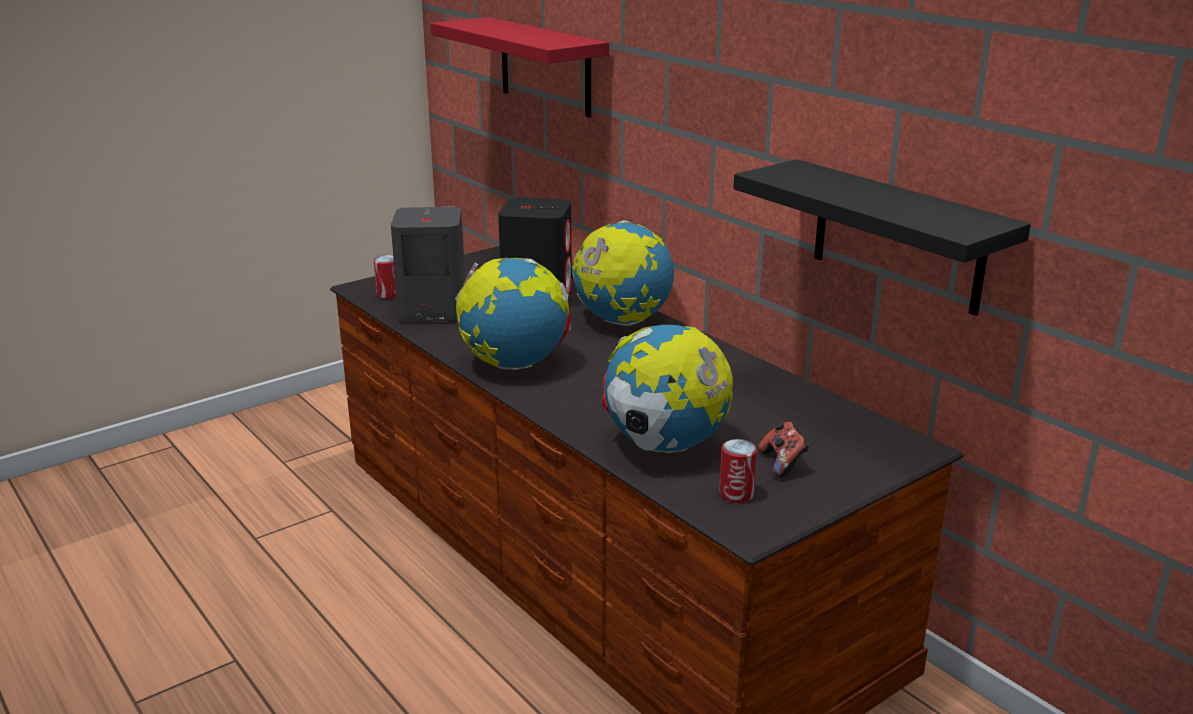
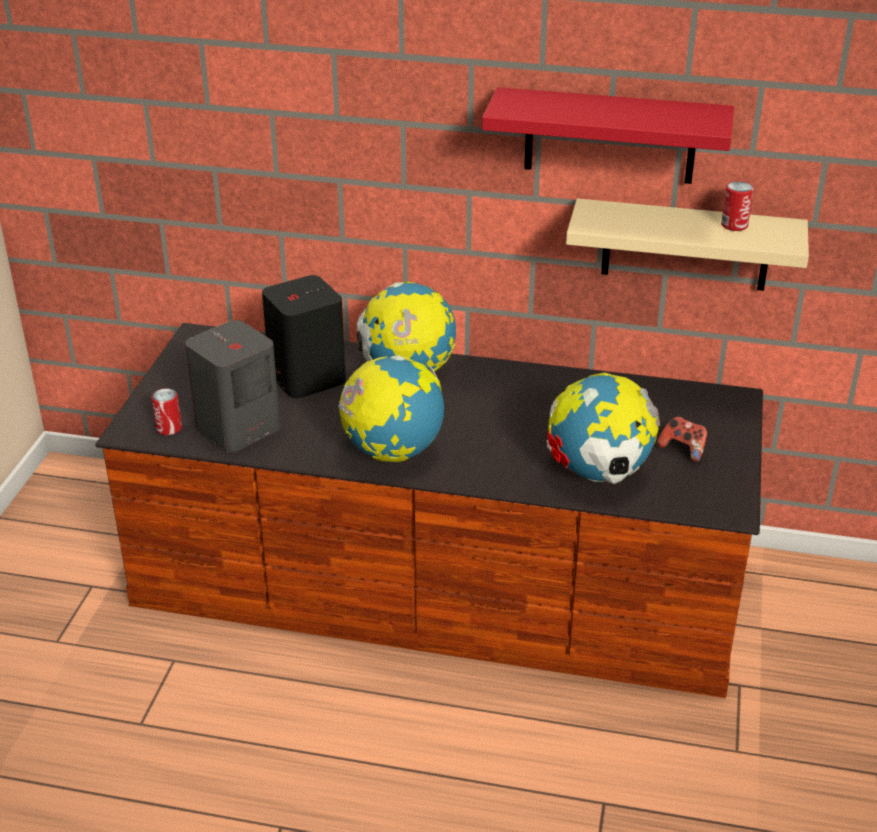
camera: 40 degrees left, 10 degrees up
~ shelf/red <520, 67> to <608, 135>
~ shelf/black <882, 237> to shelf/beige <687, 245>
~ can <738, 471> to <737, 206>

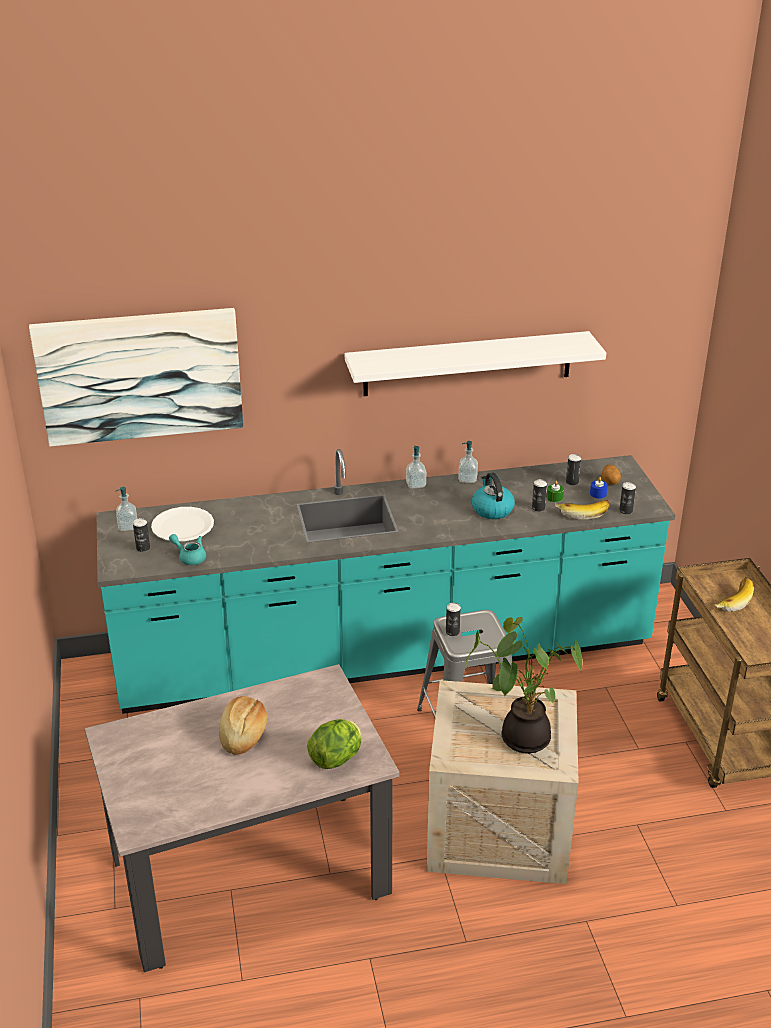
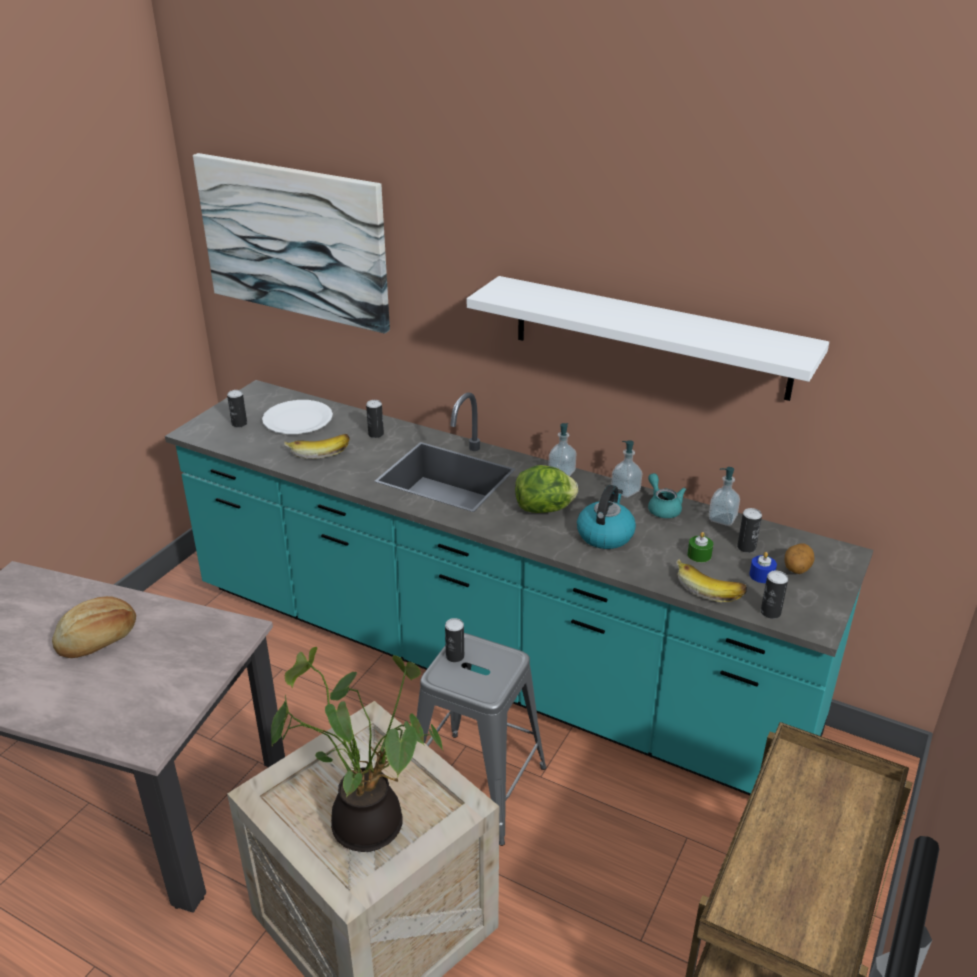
camera: 40 degrees right, 0 degrees up
~ can <539, 495> to <375, 419>
~ soap dispenser <126, 509> to <724, 496>
~ teapot/turquoise <187, 549> to <667, 495>
~ banana <734, 594> to <317, 446>
~ lettuce <334, 744> to <546, 489>

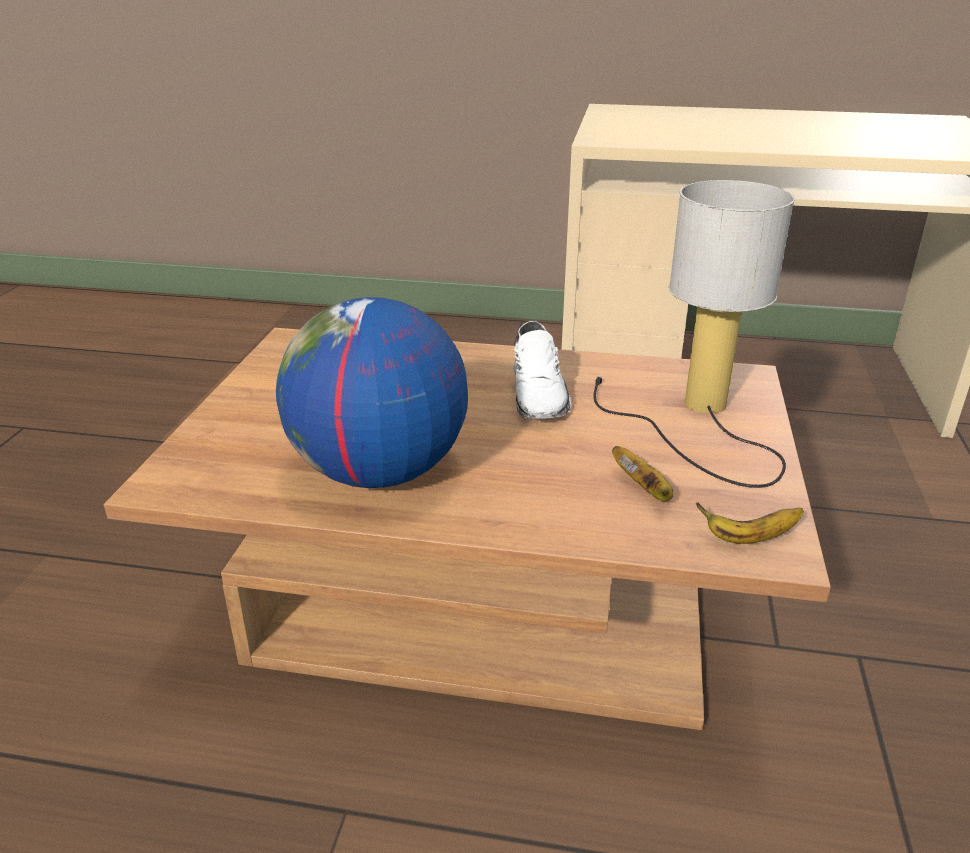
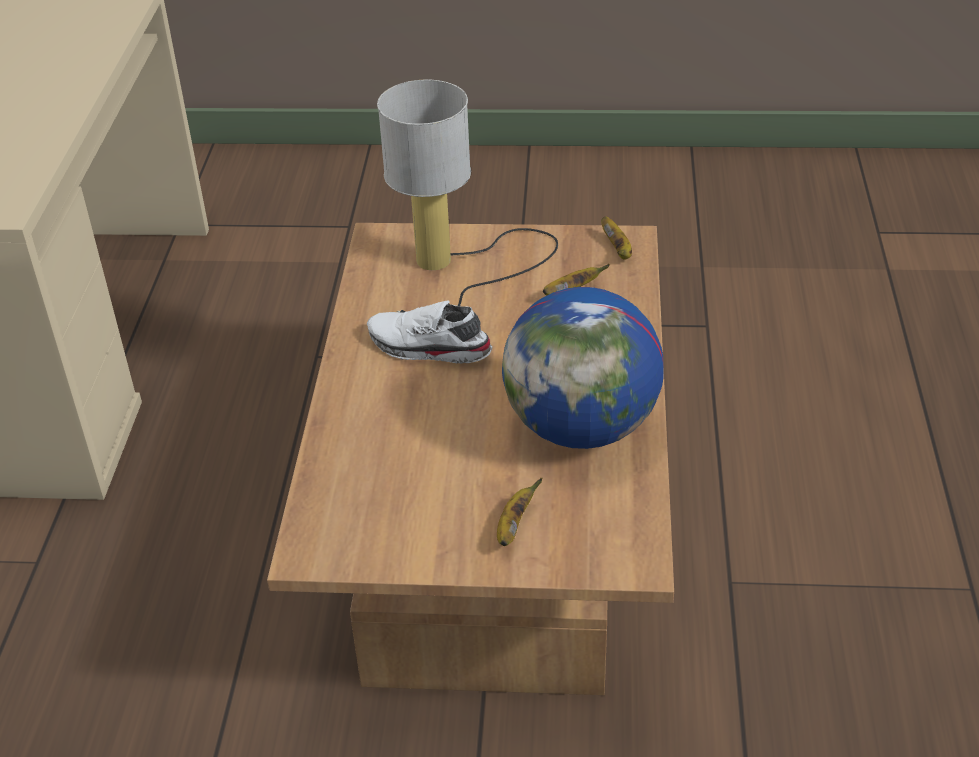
camera: 95 degrees left, 10 degrees up
~ shoe/white <543, 370> = <430, 332> 150 degrees counterclockwise
+ banana <519, 511>

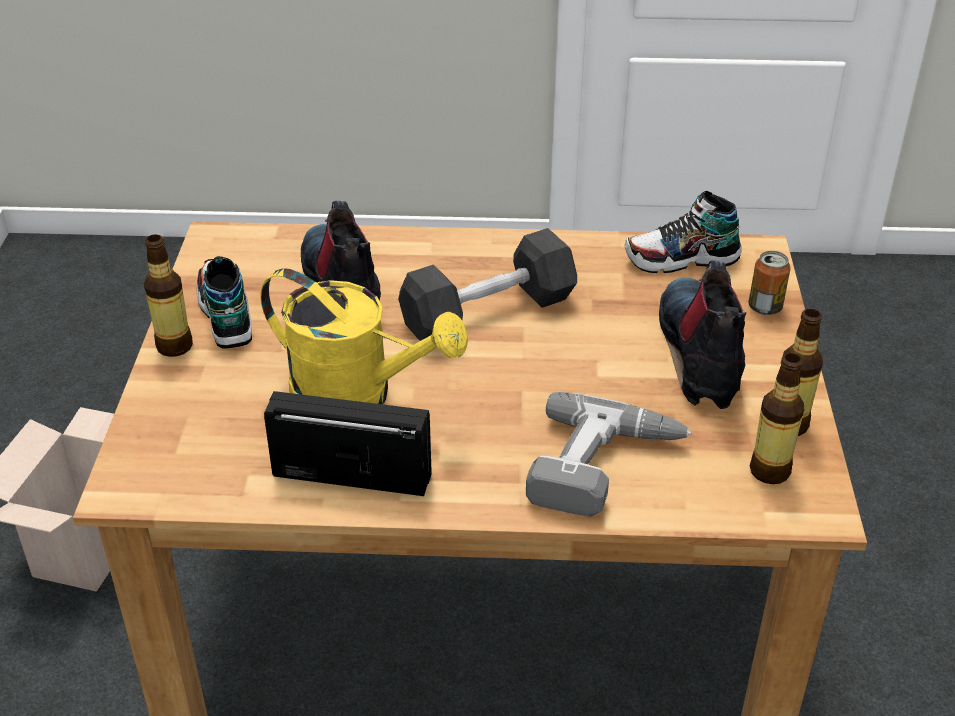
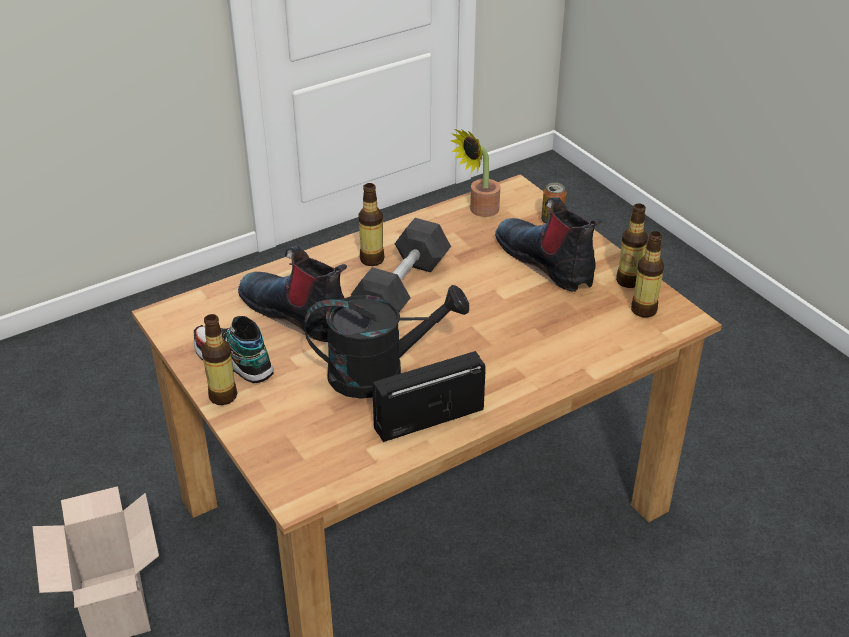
camera: 35 degrees left, 0 degrees up
~ shoe <683, 232> to potted plant <475, 173>
~ watering can/yellow <364, 336> to watering can/black <386, 342>
- power drill <609, 454>
+ bottle <371, 224>

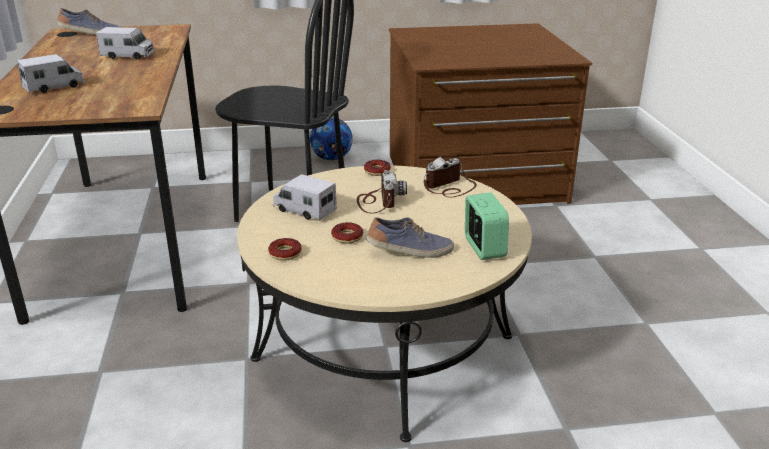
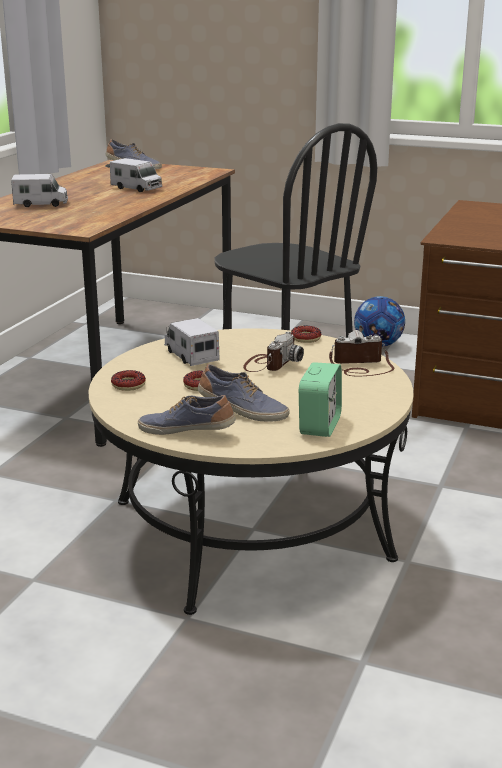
camera: 30 degrees right, 5 degrees down
+ shoe <187, 415>

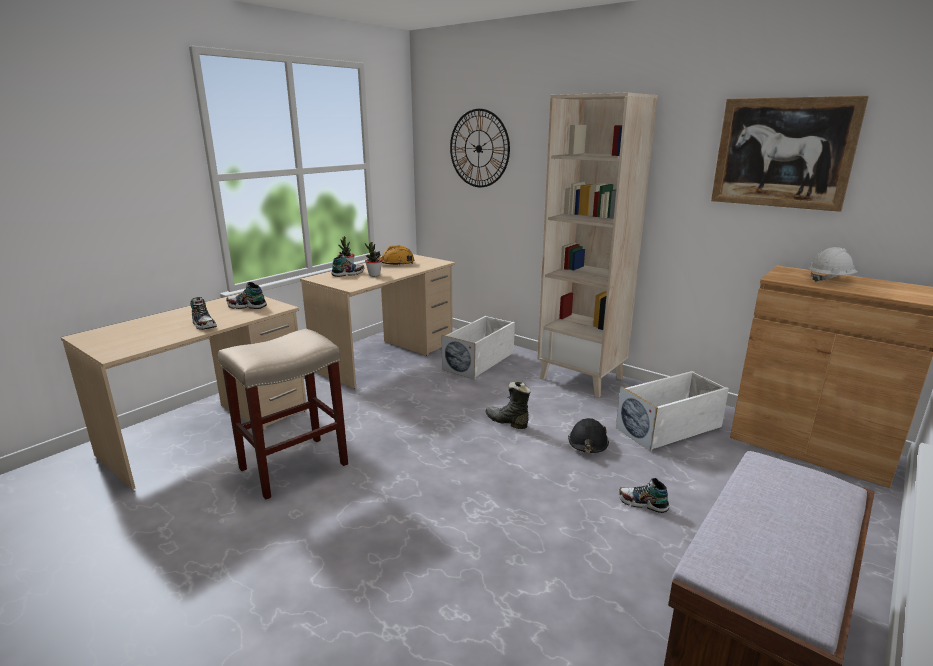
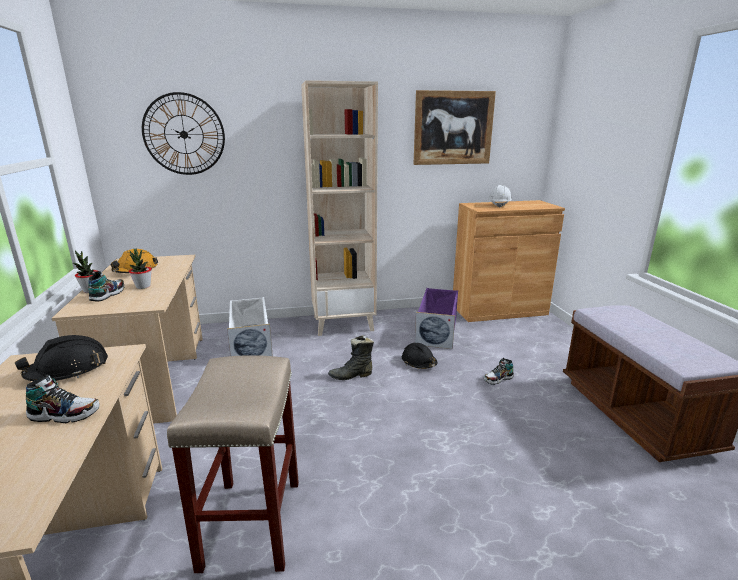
camera: 50 degrees left, 0 degrees up
~ shoe <246, 295> to hard hat/black <61, 358>
~ storage box/white <672, 411> to storage box/purple <436, 318>

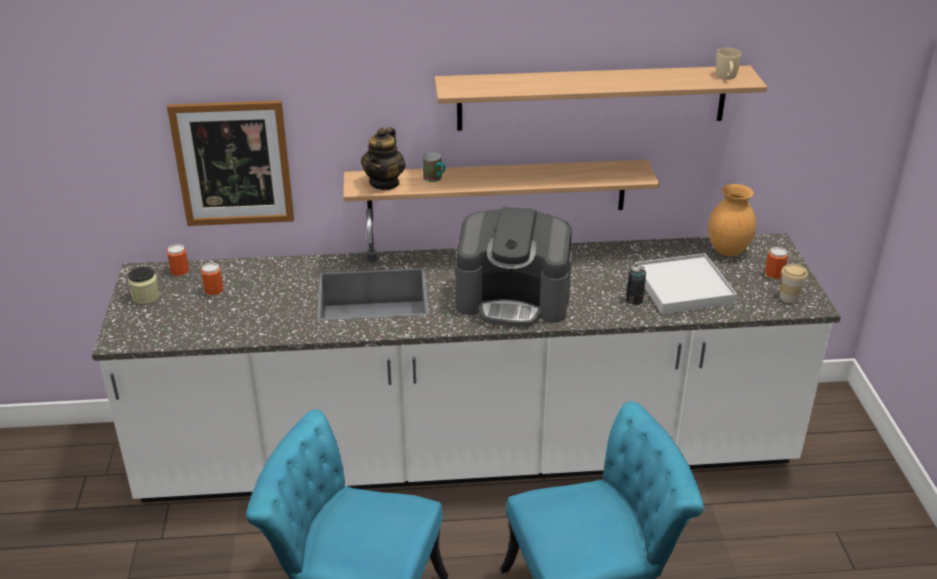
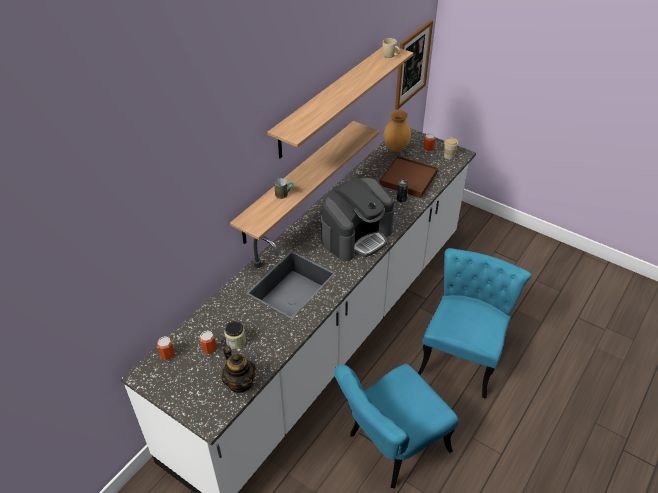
camera: 50 degrees left, 10 degrees up
~ picture <230, 163> to <414, 65>
~ teapot <383, 158> to <239, 369>
~ tray/white <686, 283> to tray/brown <408, 177>
~ jar <144, 285> to <235, 335>

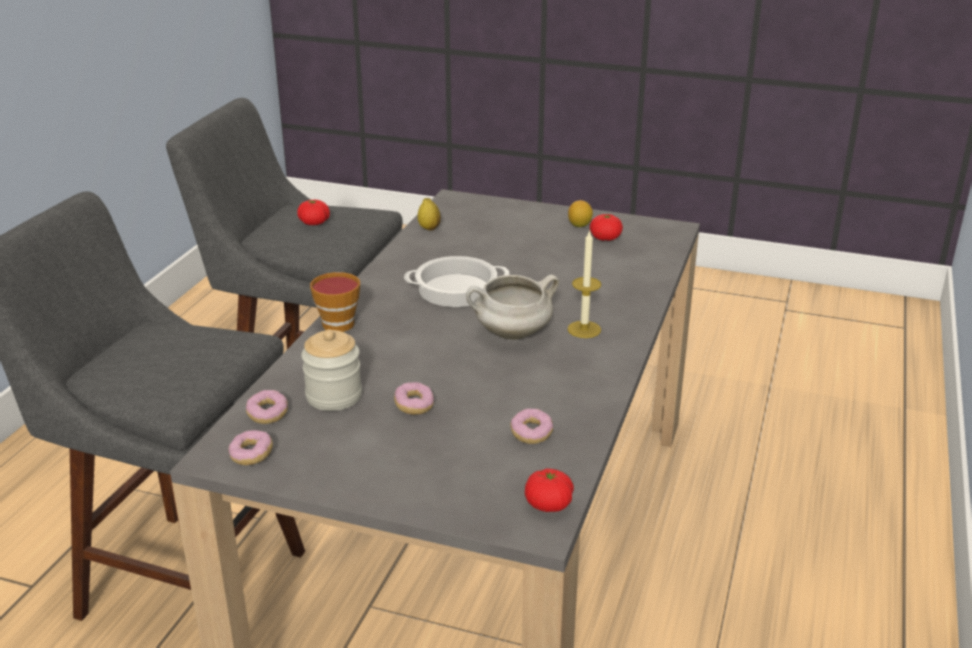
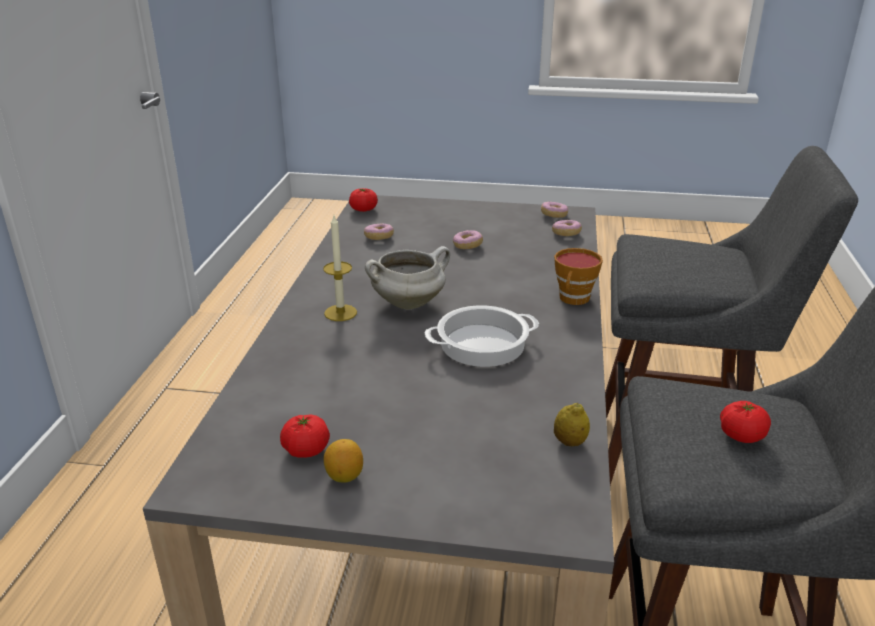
camera: 170 degrees right, 0 degrees up
- jar <331, 370>

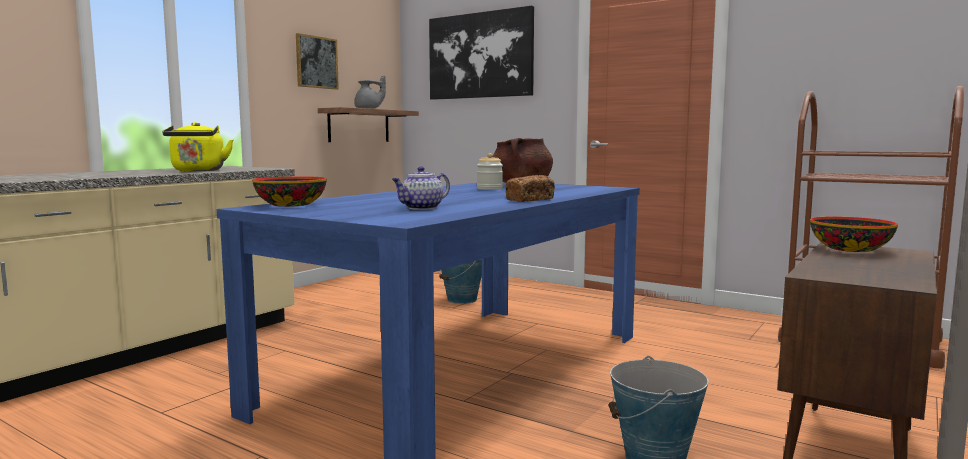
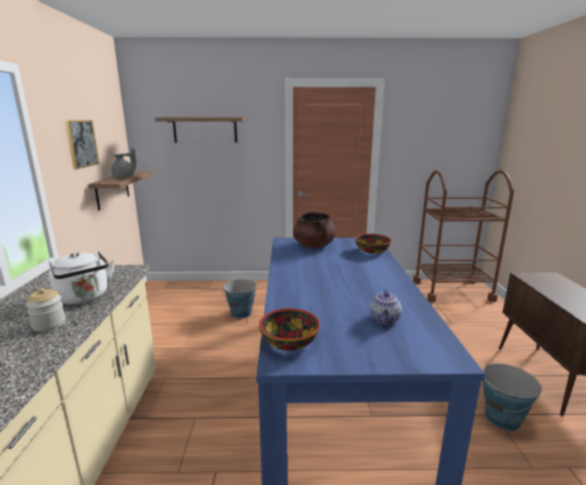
camera: 35 degrees left, 10 degrees up
~ picture <481, 53> to shelf <200, 130>
~ kettle/yellow <197, 146> to kettle/white <82, 278>
~ jar <490, 171> to <46, 310>
- bread <530, 188>
~ bowl <854, 234> to <373, 244>

